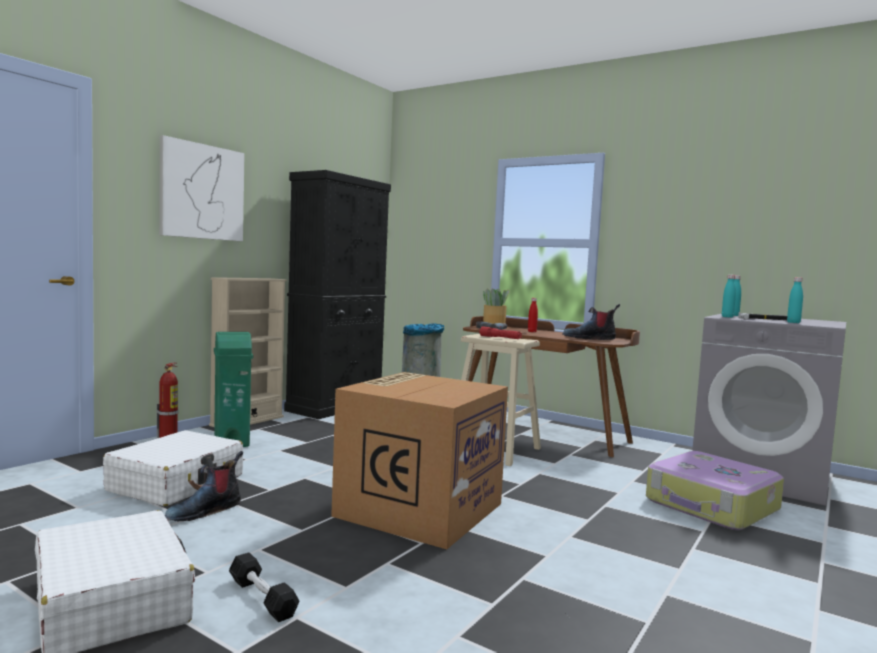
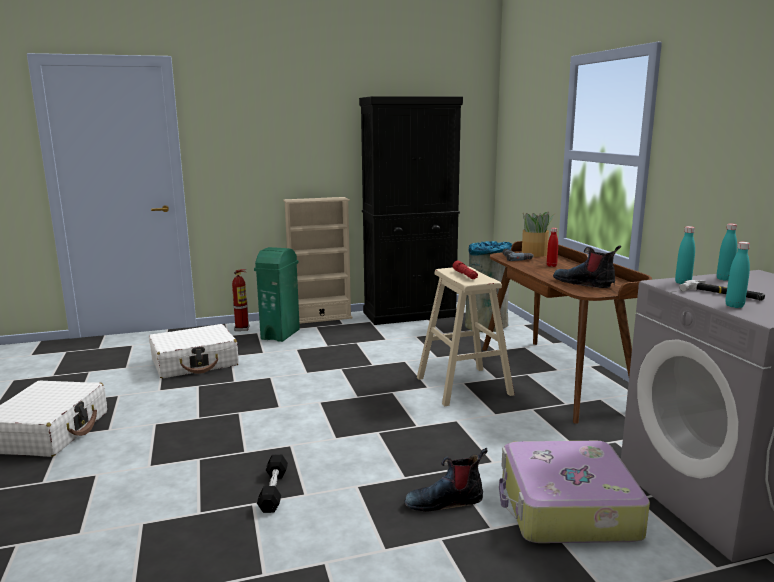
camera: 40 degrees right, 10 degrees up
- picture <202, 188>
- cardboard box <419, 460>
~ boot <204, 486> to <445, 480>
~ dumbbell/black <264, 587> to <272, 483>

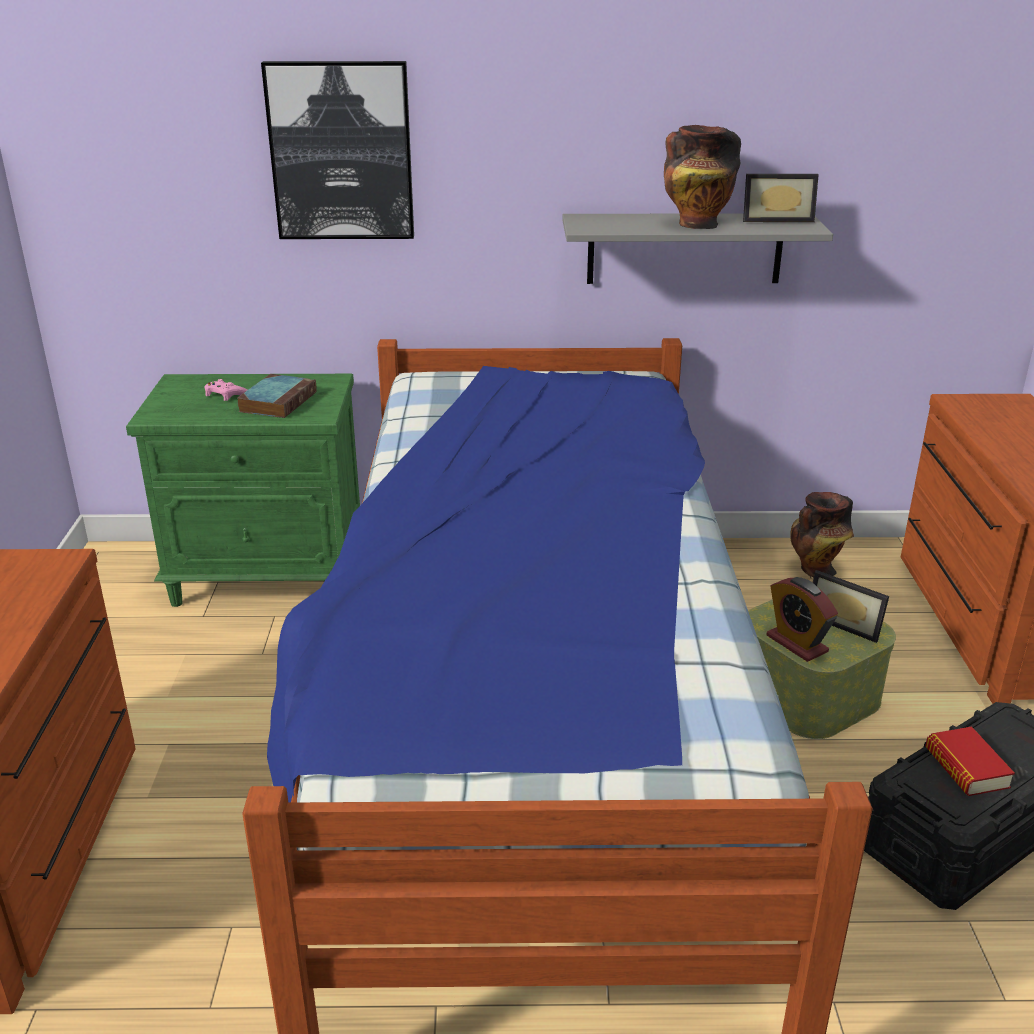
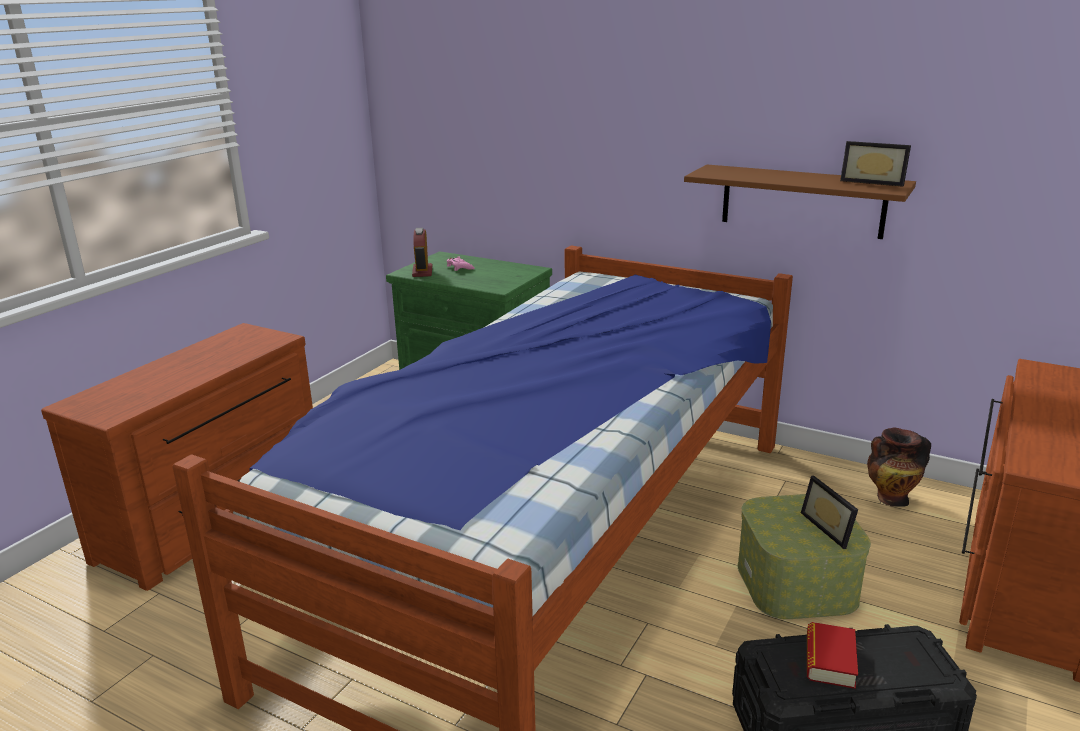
camera: 30 degrees right, 5 degrees down
- picture <337, 150>
- vase <702, 177>
~ shelf/grey <697, 248> to shelf/brown <800, 202>
- book <277, 396>
~ alarm clock <802, 619> to <422, 252>

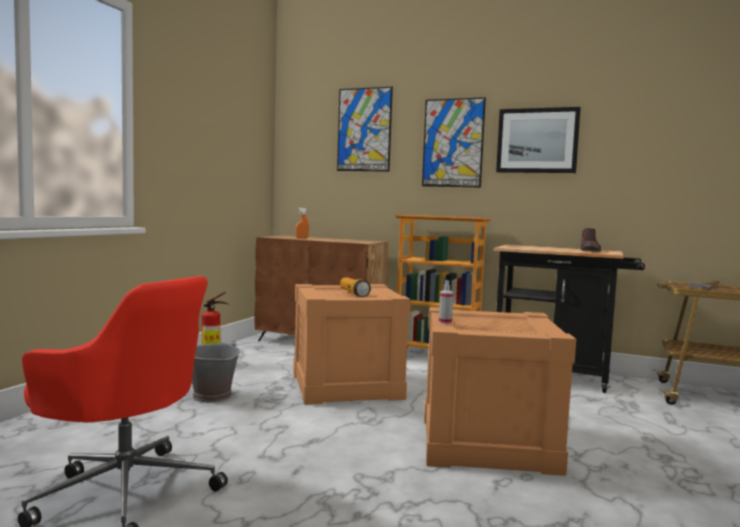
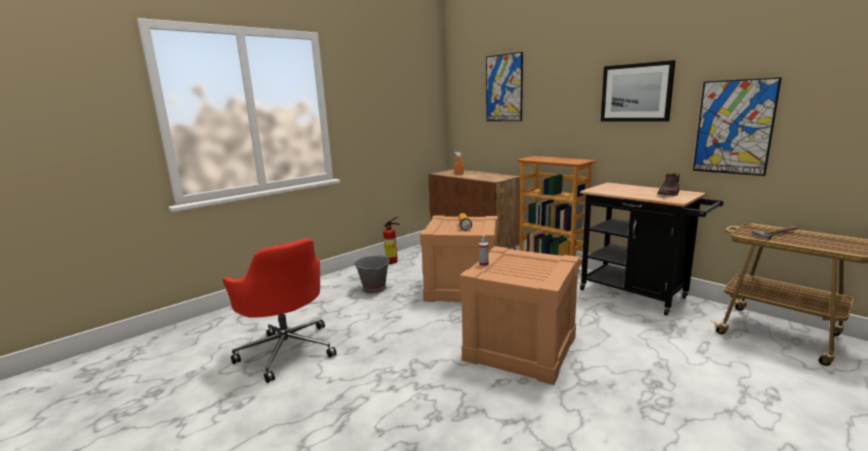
camera: 25 degrees right, 10 degrees up
~ picture <454, 142> to <737, 126>

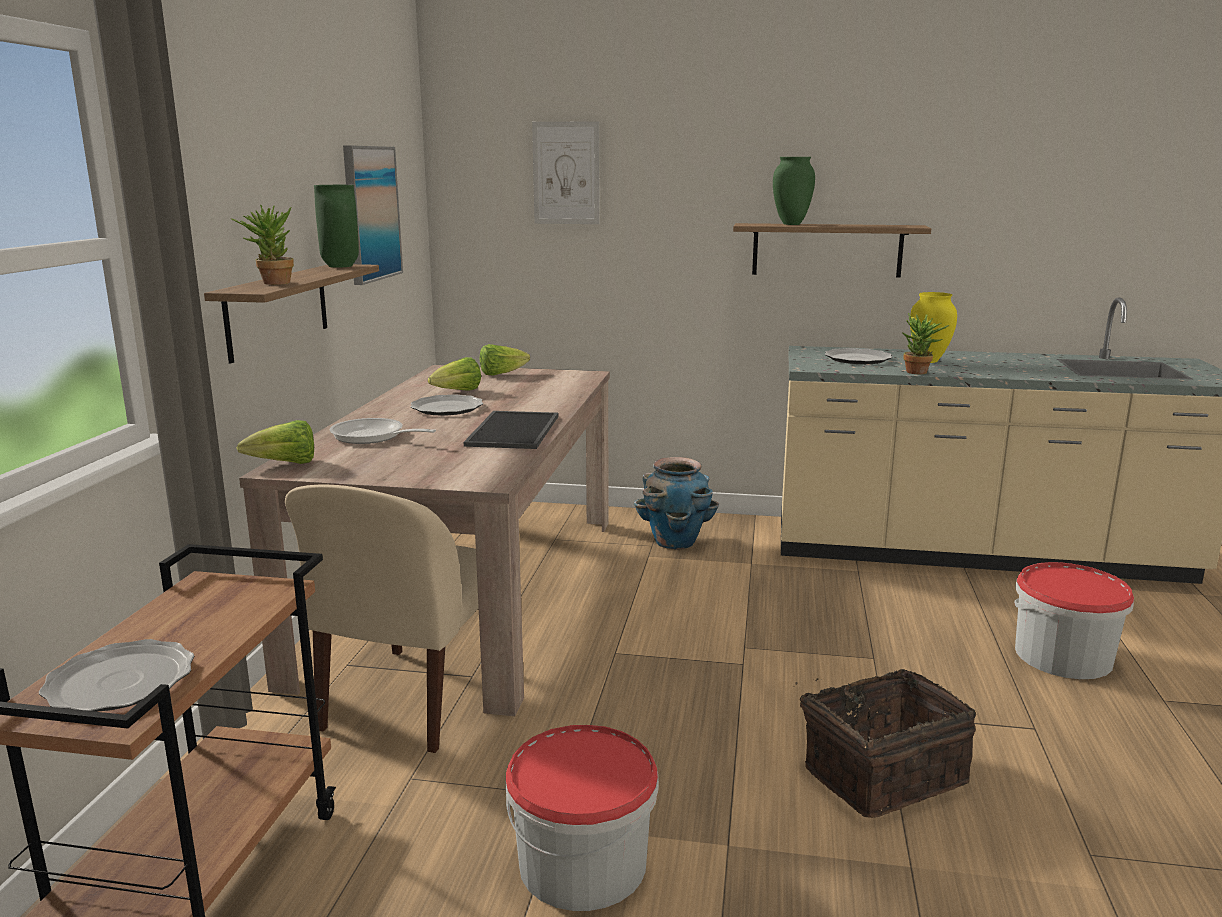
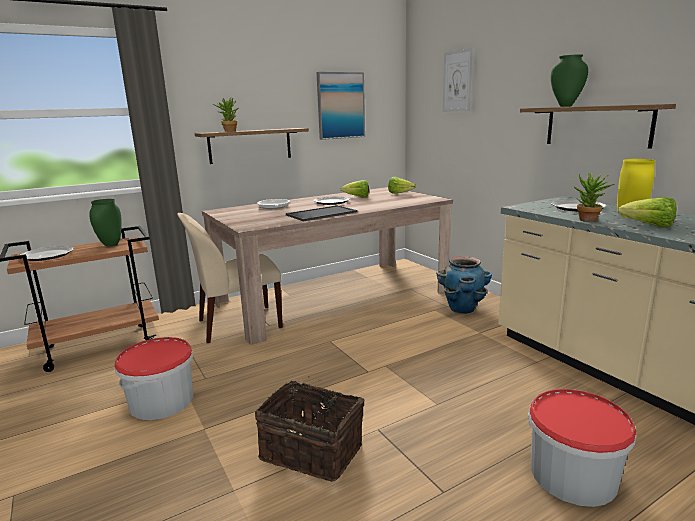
camera: 50 degrees right, 0 degrees up
~ vase/green <336, 226> to <105, 222>
~ lettuce <275, 442> to <646, 212>

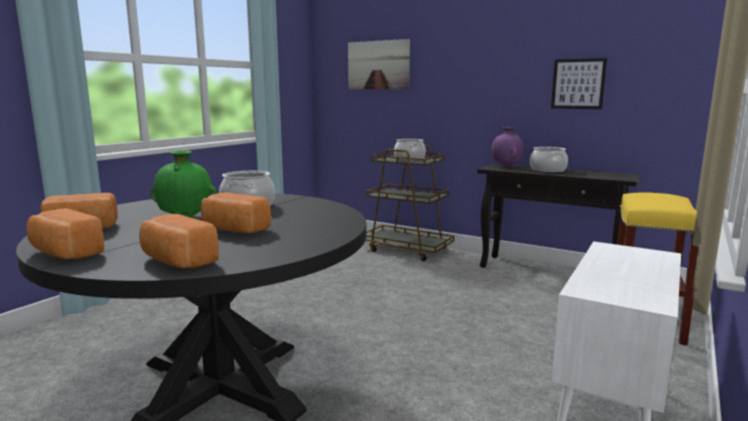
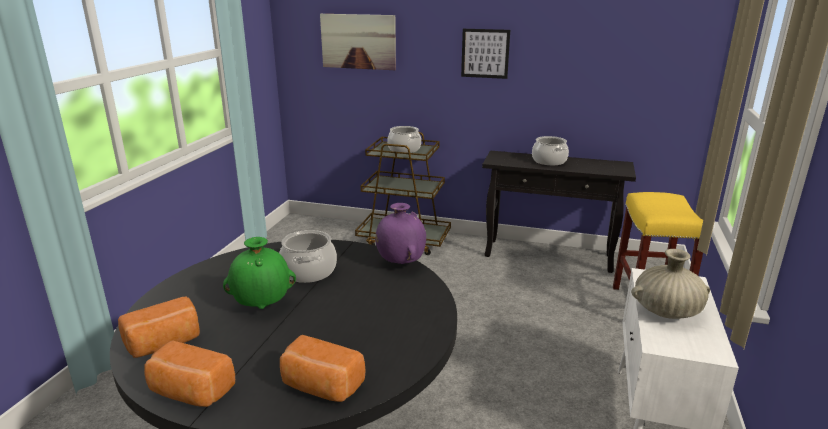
camera: 15 degrees left, 10 degrees up
~ picture <579, 83> to <485, 54>
~ vase/purple <507, 147> to <400, 233>
- bread <236, 212>
+ vase/beige <670, 284>

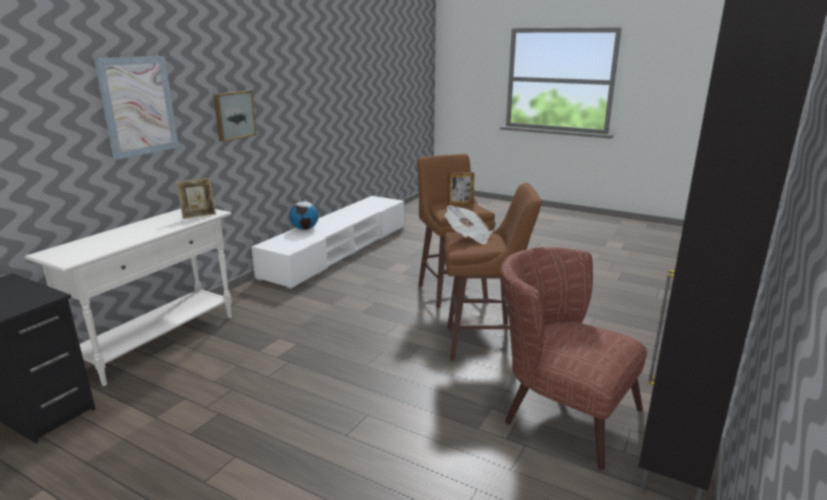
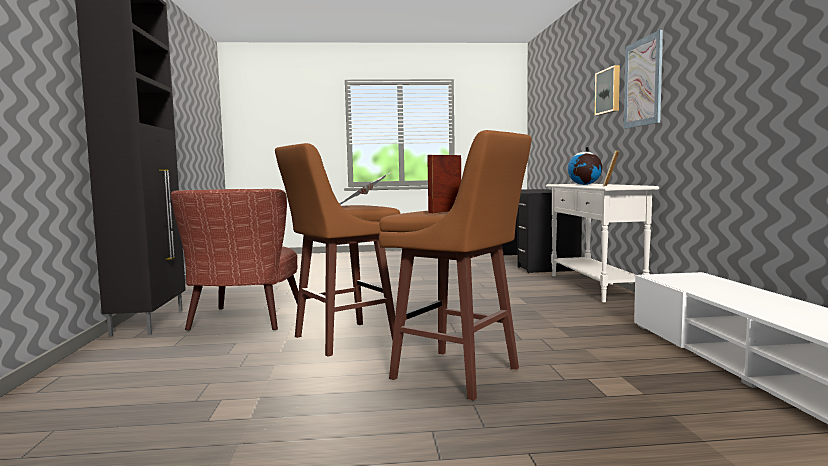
camera: 145 degrees right, 15 degrees down
~ picture <234, 116> to <607, 90>
~ globe <304, 213> to <585, 166>
~ armchair/brown <574, 358> = <234, 260> 90 degrees clockwise

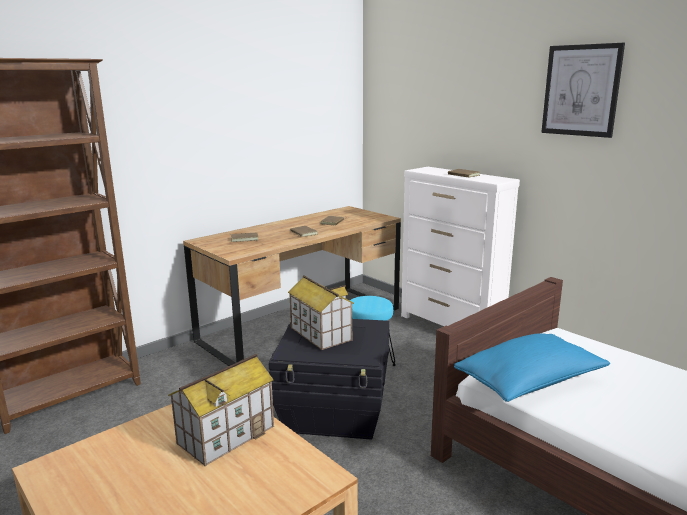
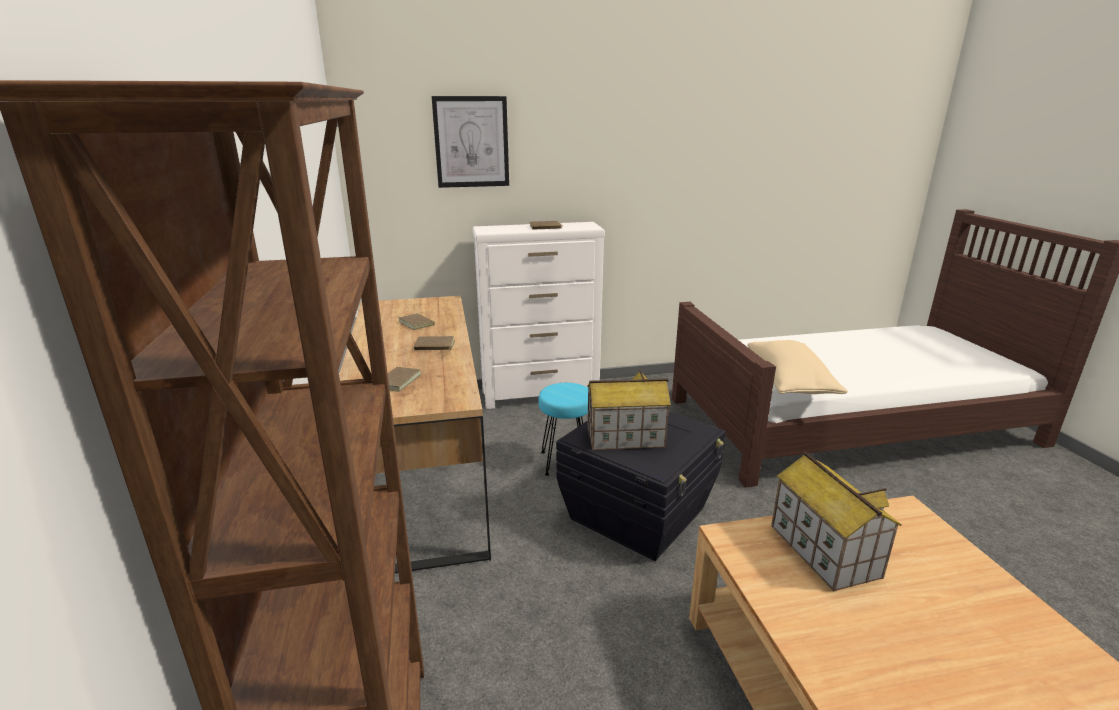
camera: 60 degrees left, 5 degrees up
~ picture <583, 90> to <470, 142>
~ pillow/blue <532, 367> to pillow/beige <797, 367>

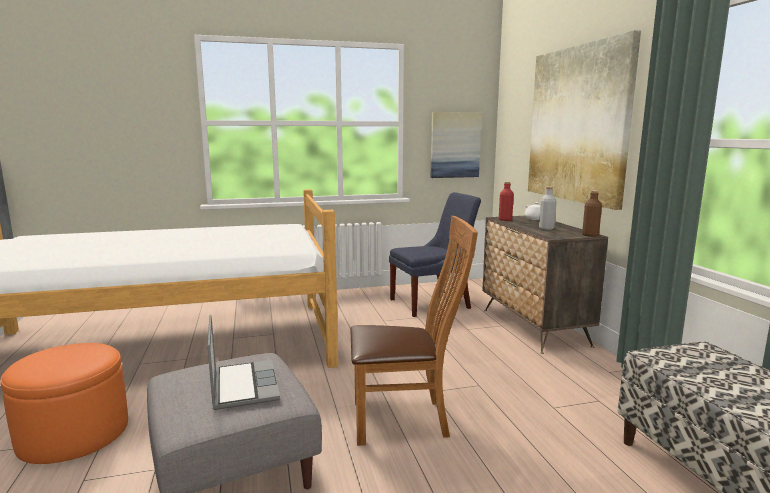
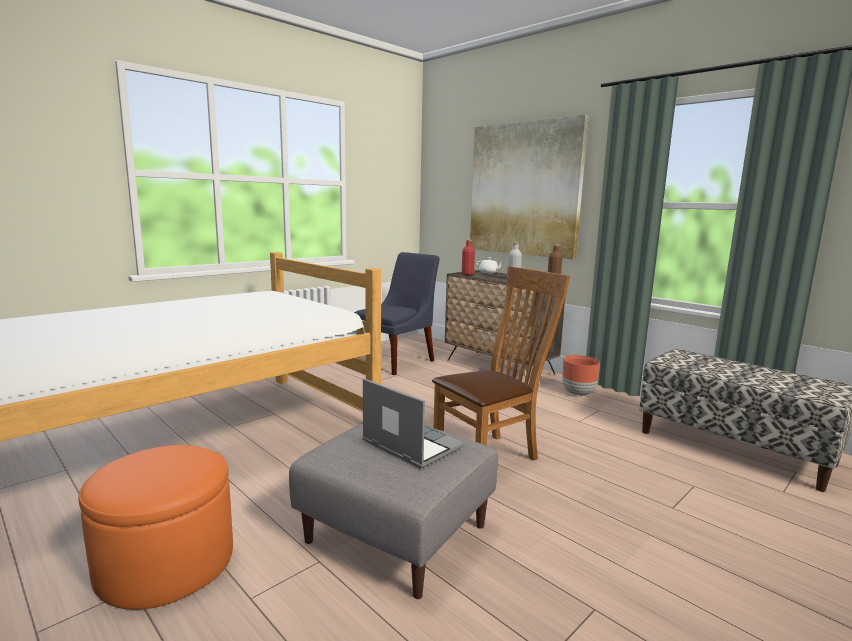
camera: 30 degrees left, 0 degrees up
- picture <456, 145>
+ planter/brown <581, 375>

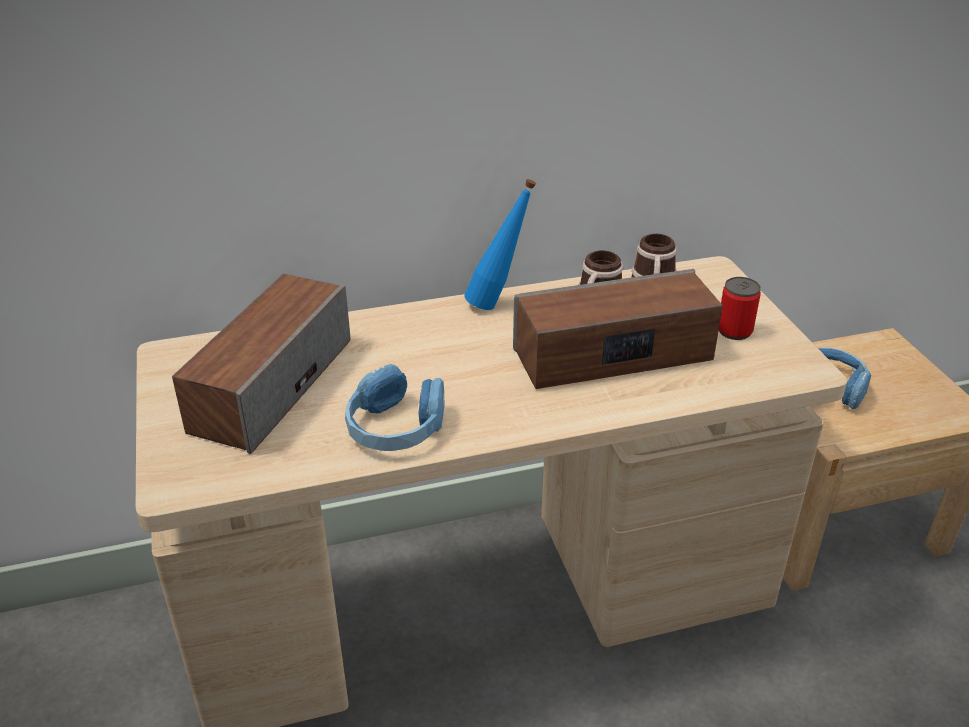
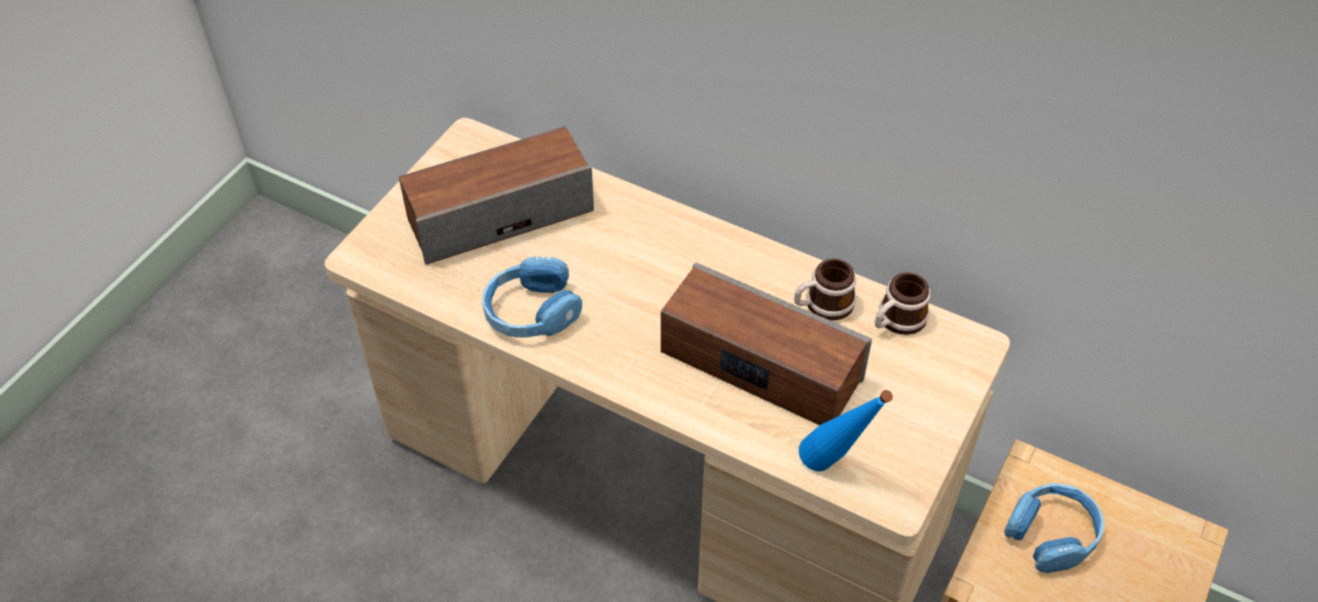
camera: 45 degrees right, 15 degrees up
~ bottle/blue <500, 244> to <846, 430>
- can <740, 308>

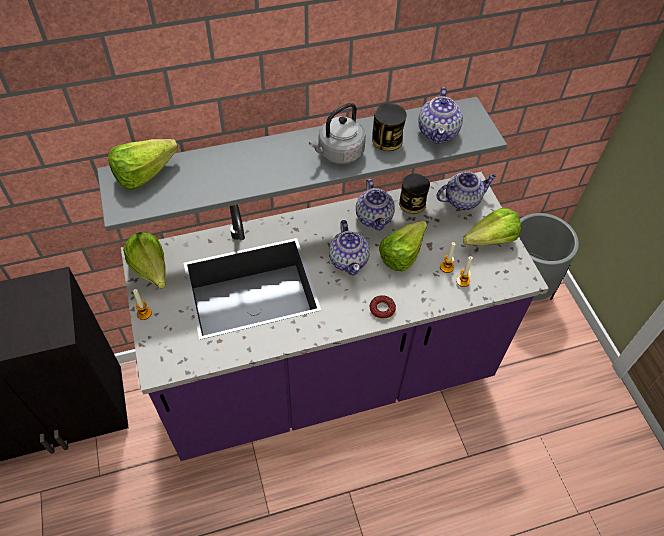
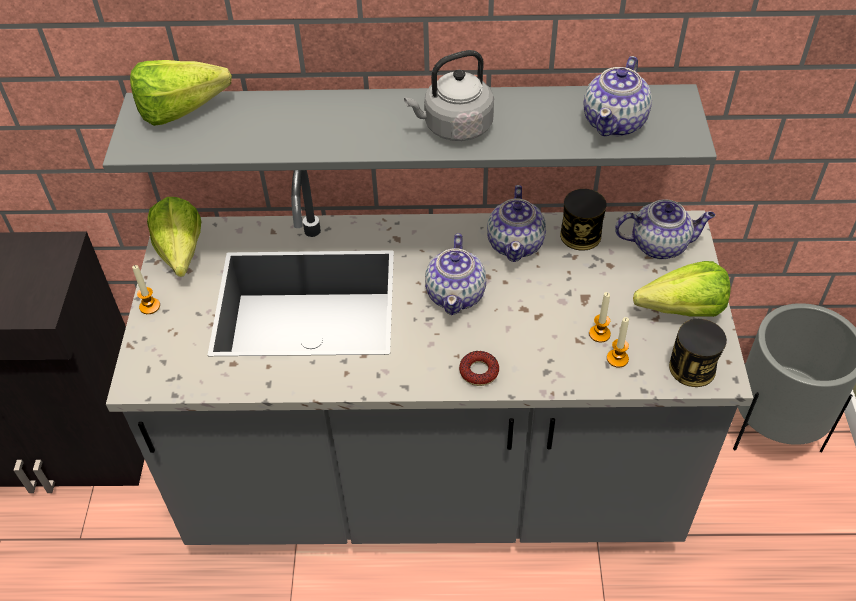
camera: 20 degrees right, 5 degrees down
~ can <389, 127> to <698, 353>
~ counter/purple <335, 316> to counter/grey <429, 357>
- lettuce <403, 246>

